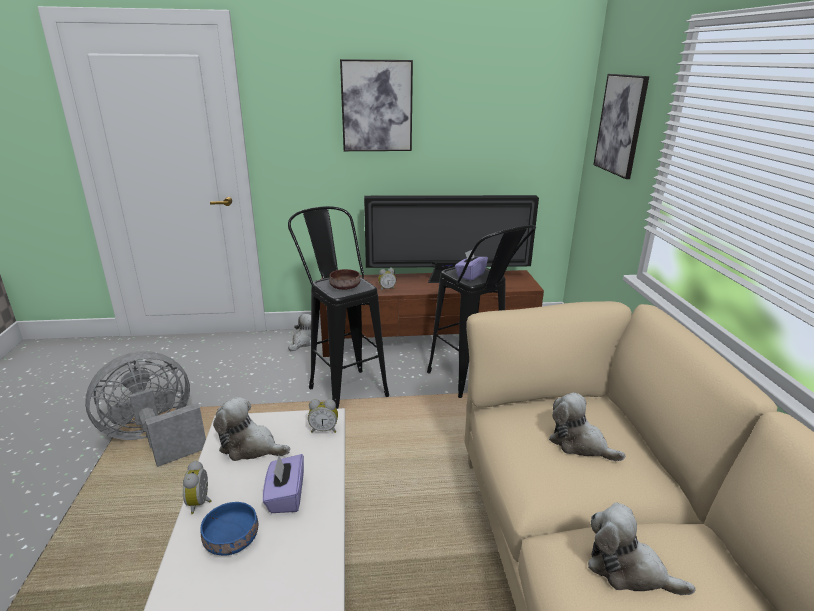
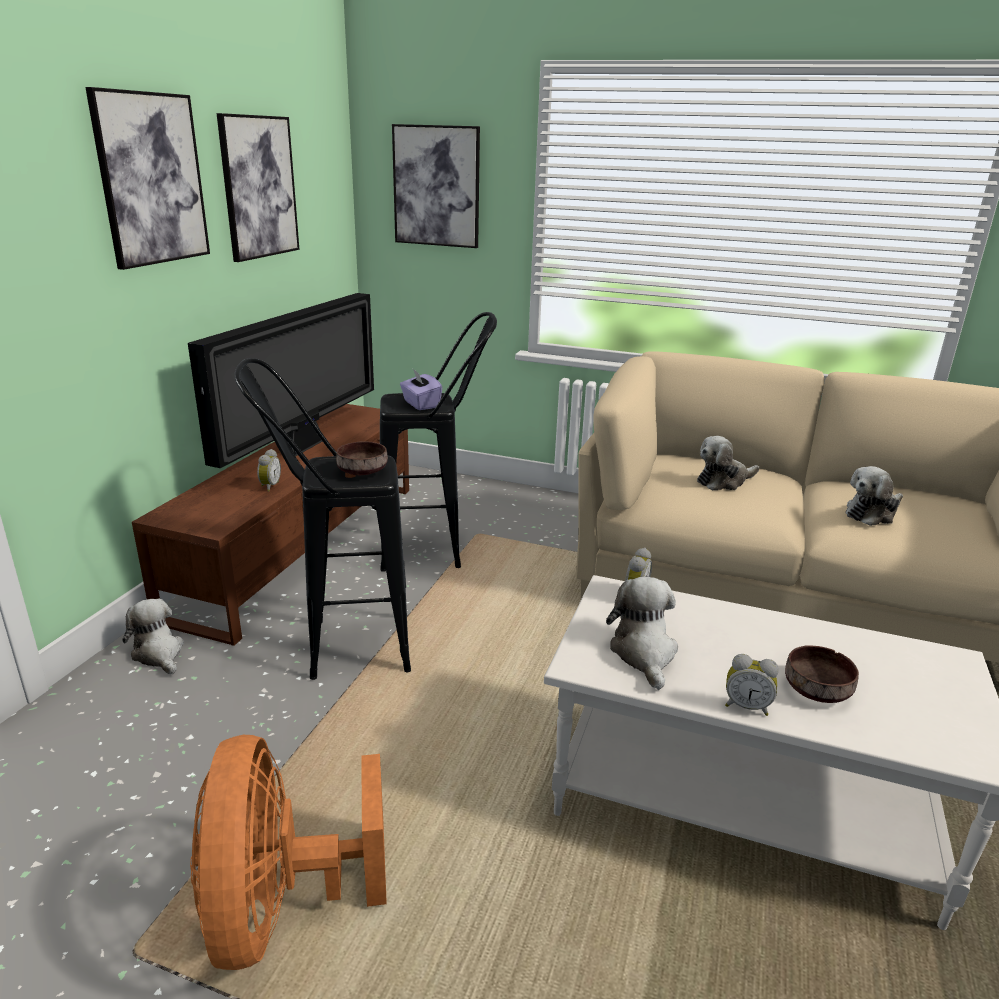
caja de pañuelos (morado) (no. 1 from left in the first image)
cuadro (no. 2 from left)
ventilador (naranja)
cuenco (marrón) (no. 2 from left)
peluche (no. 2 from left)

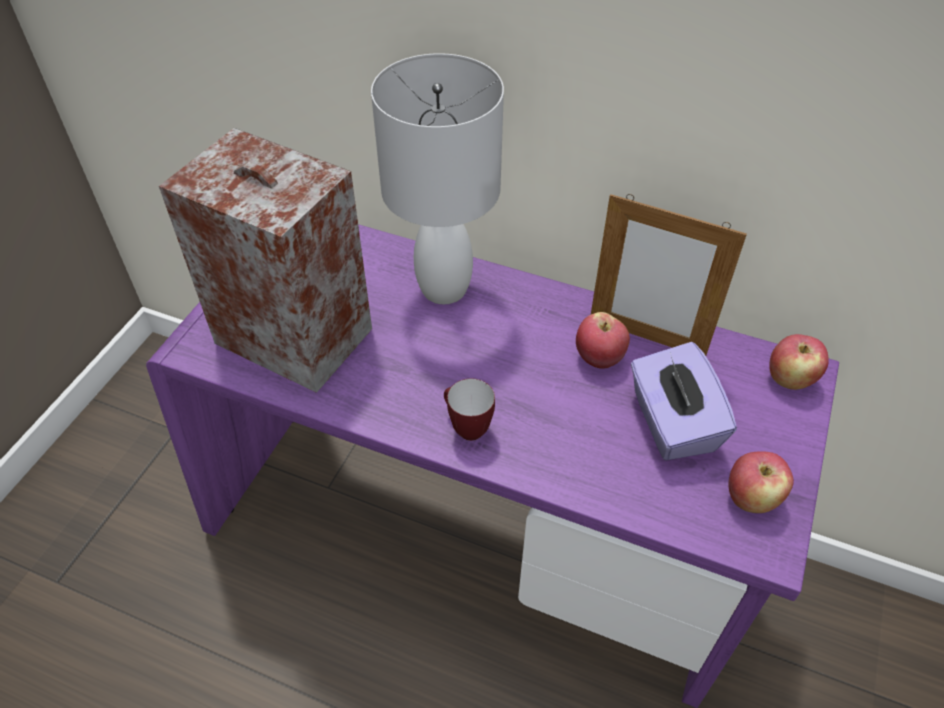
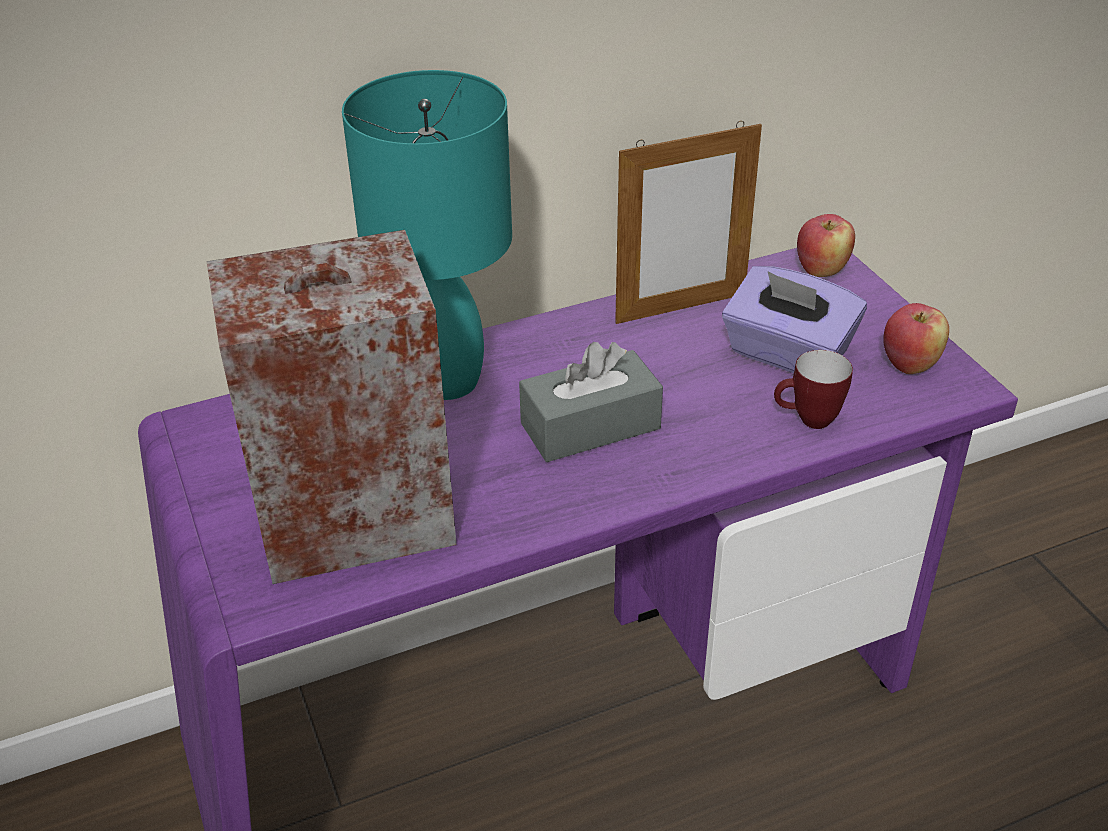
manzana (no. 1 from left in the first image)
caja de pañuelos (gris)
taza grande
lámpara de mesa (turquesa)

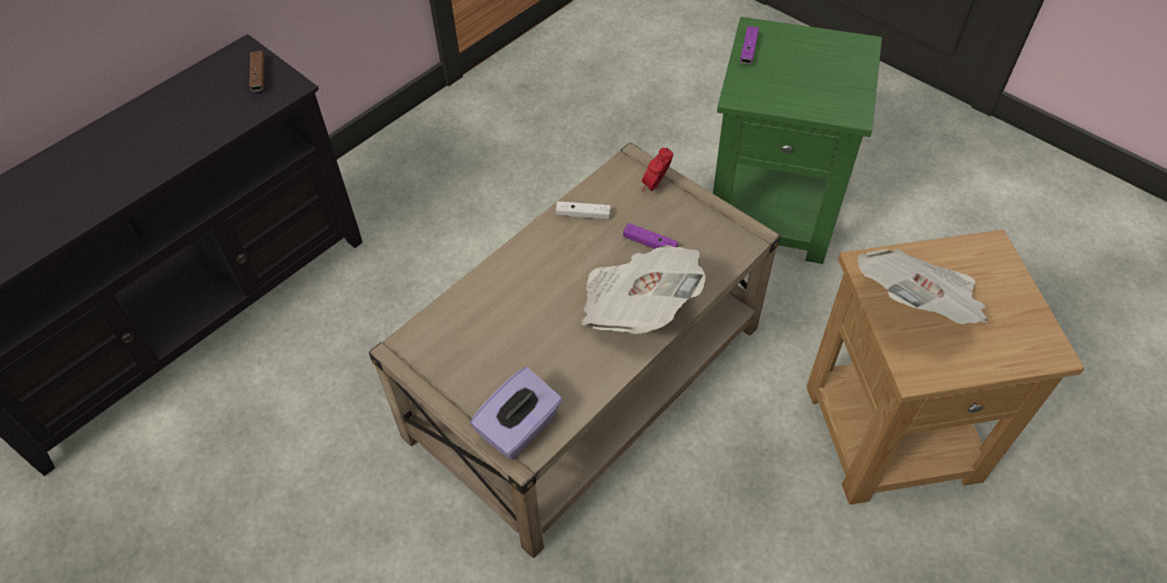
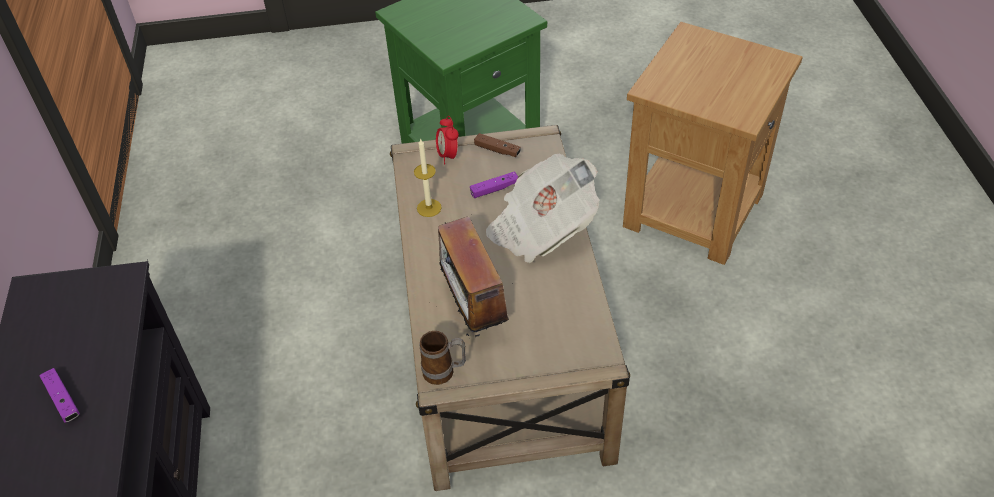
caja de pañuelos (morado)
periódico (no. 2 from left in the first image)
taza grande
radio
mando de consola (marrón)
mando de consola (morado) (no. 1 from left)
vela

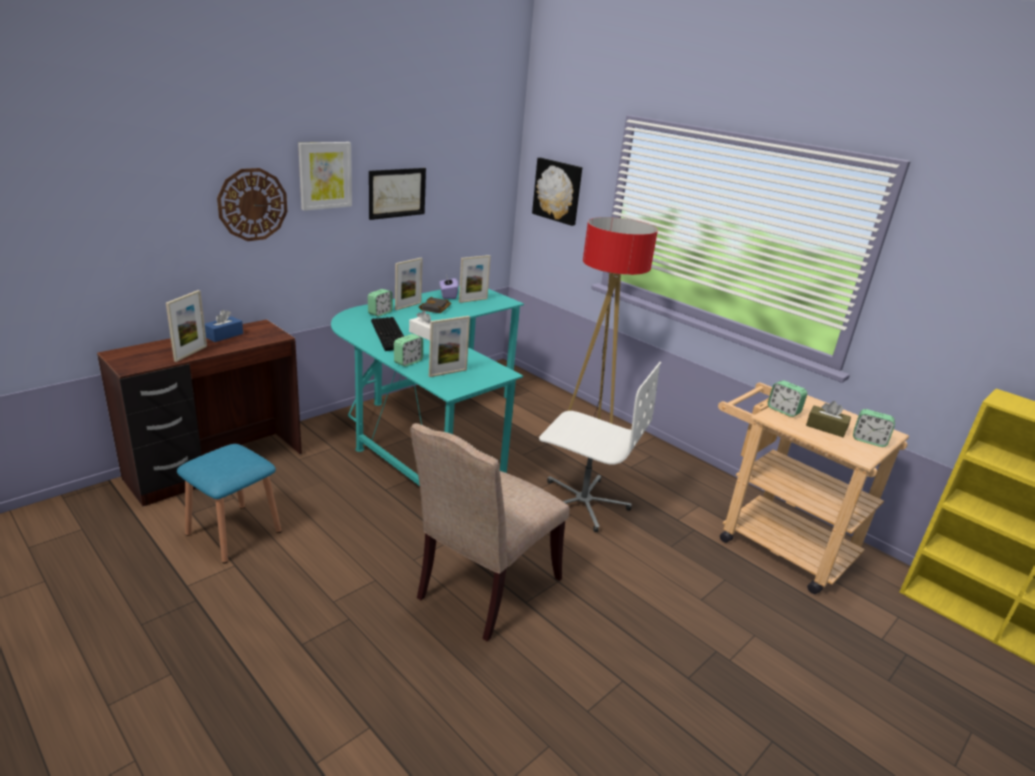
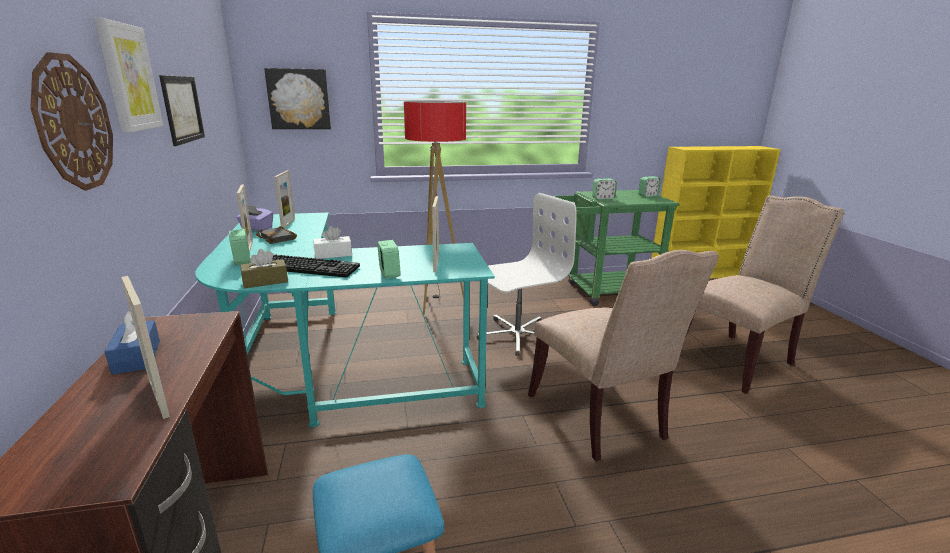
silla (beis) (no. 2 from left)
caja de pañuelos (marrón)
carrito (verde)

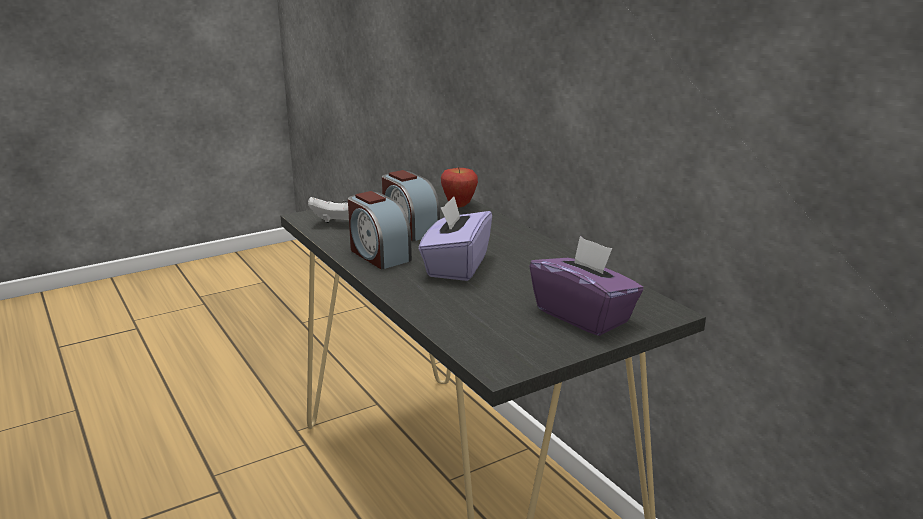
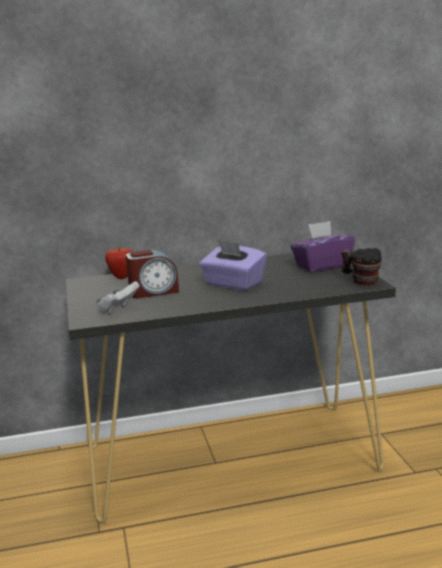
despertador (no. 1 from left in the first image)
taza grande

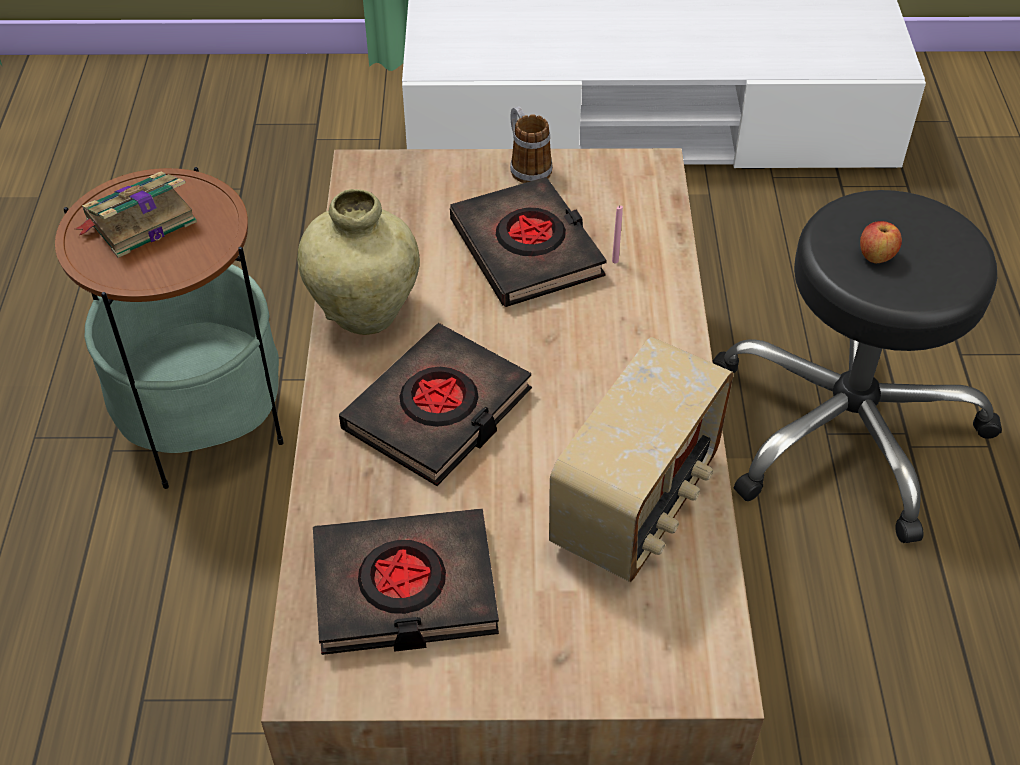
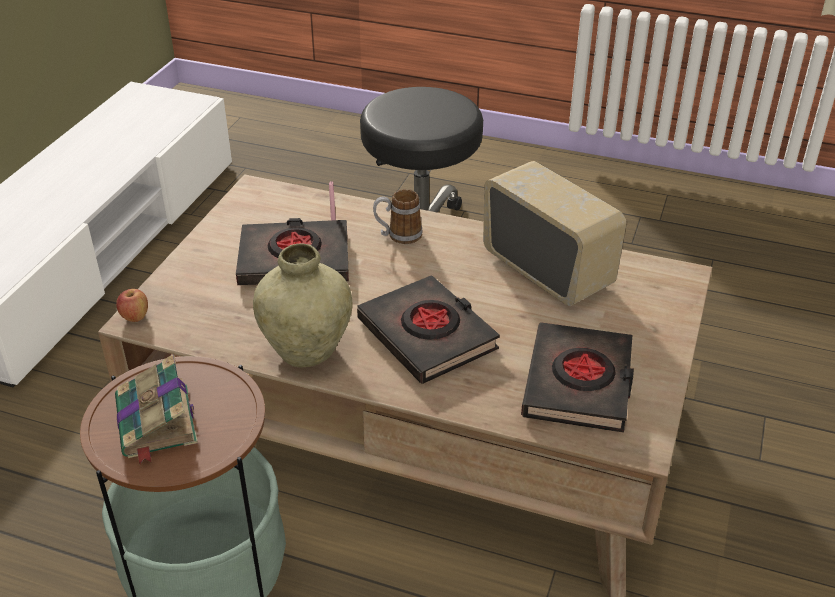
taza grande
manzana

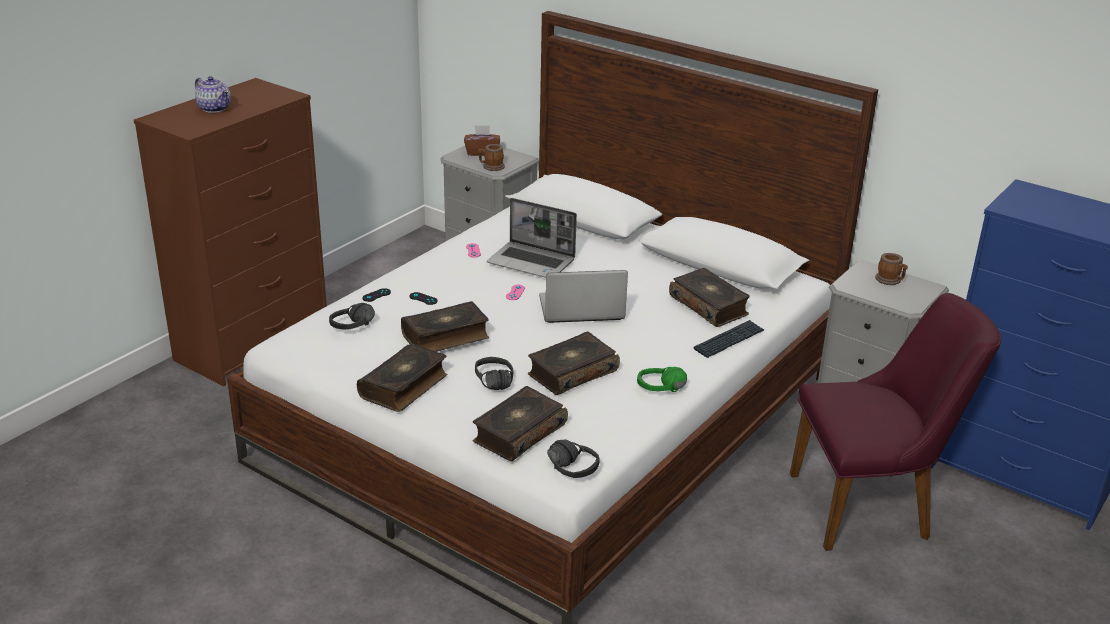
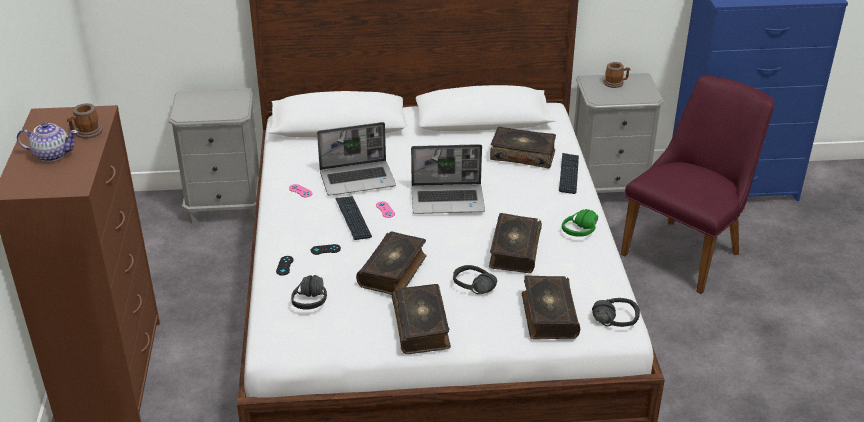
caja de pañuelos (marrón)
teclado (no. 1 from left)
taza grande (no. 1 from left)
portátil (no. 2 from left)

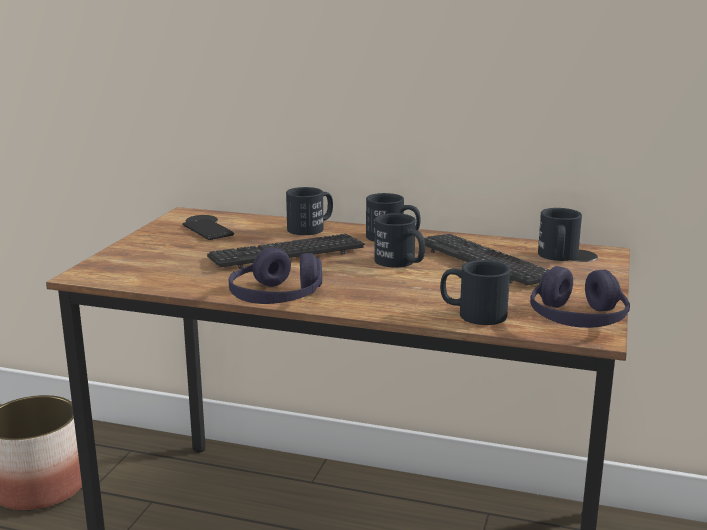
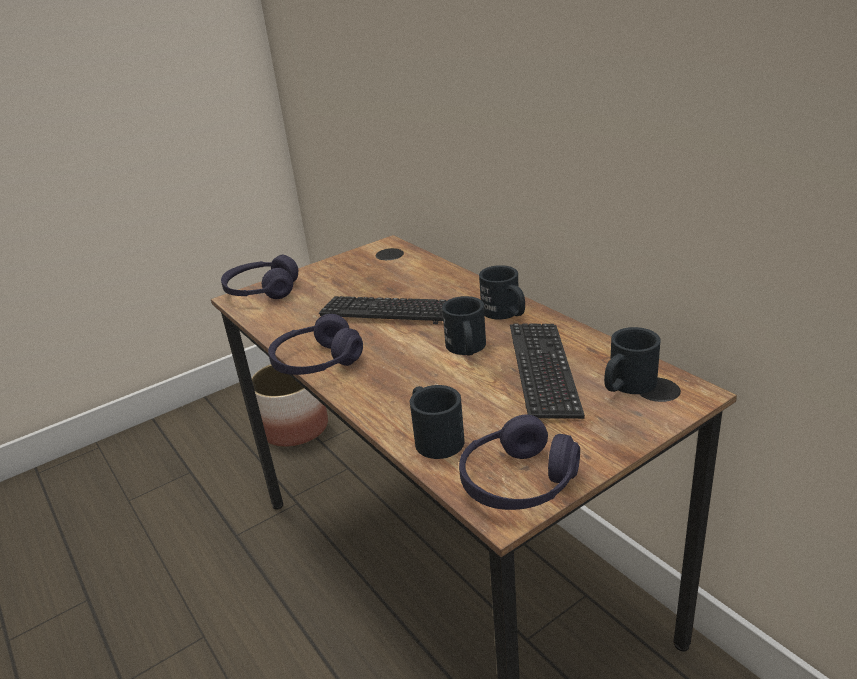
móvil
taza grande (negro) (no. 1 from left in the first image)
auriculares (morado) (no. 1 from left)

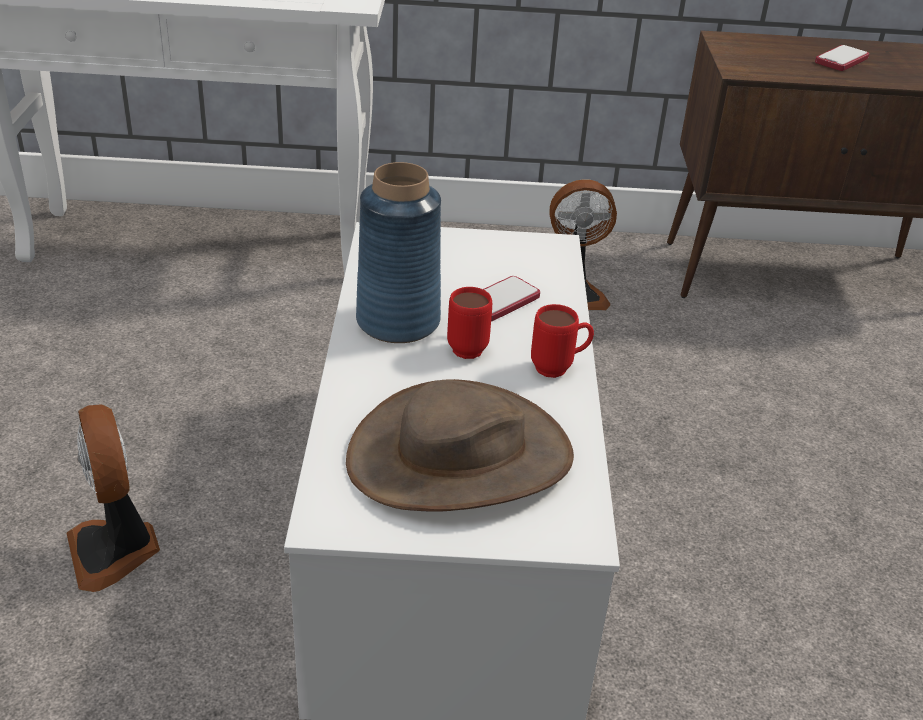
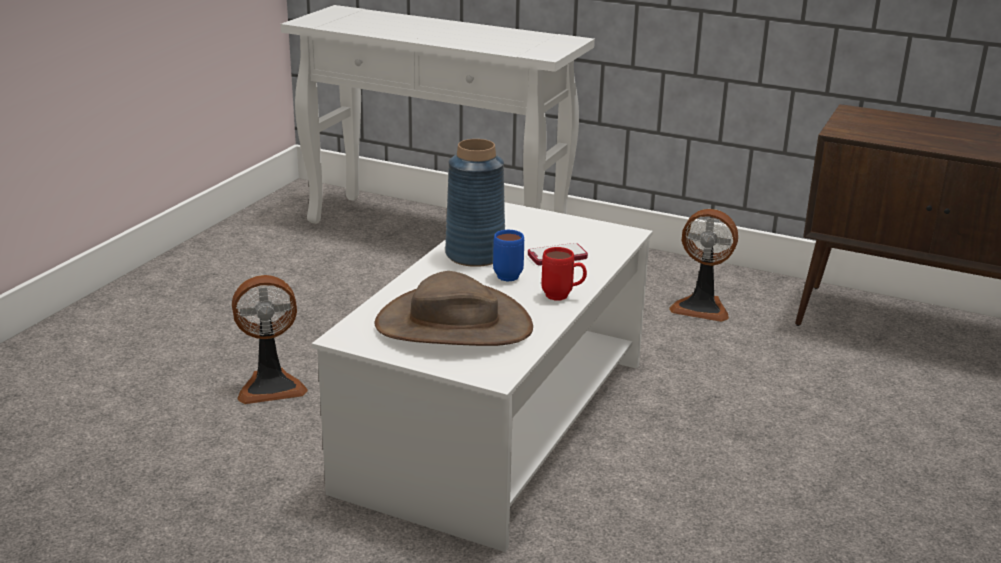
móvil (no. 2 from left in the first image)
taza grande (azul)
ventilador (no. 1 from left)

